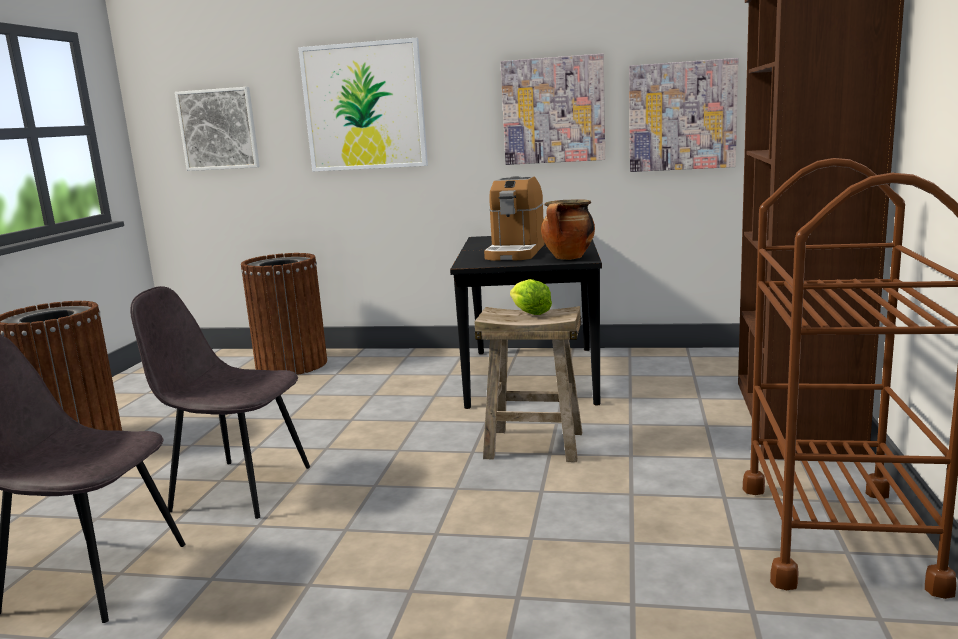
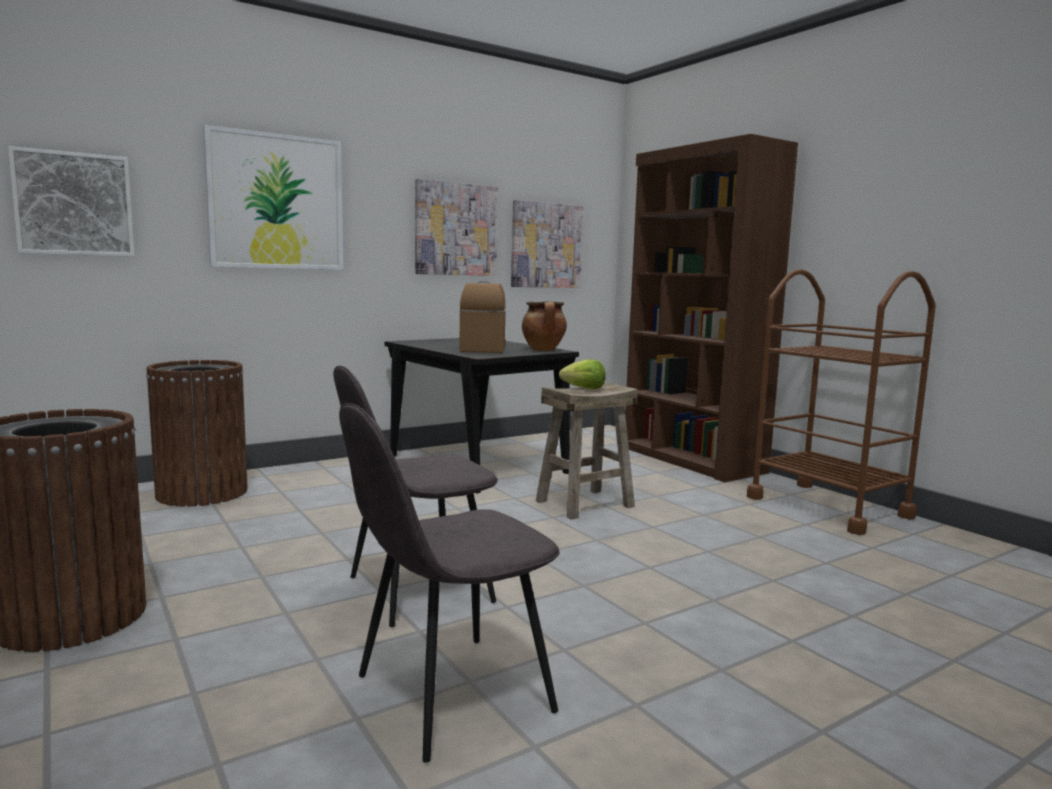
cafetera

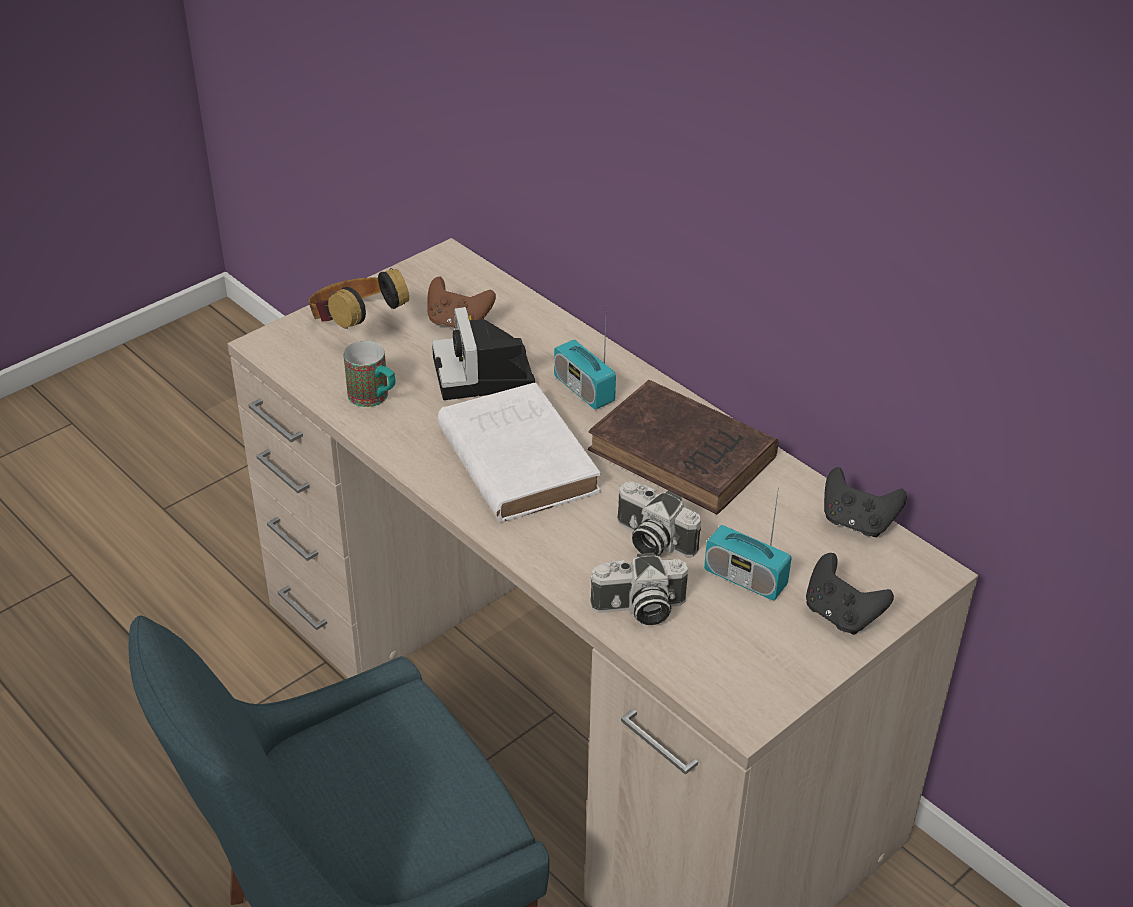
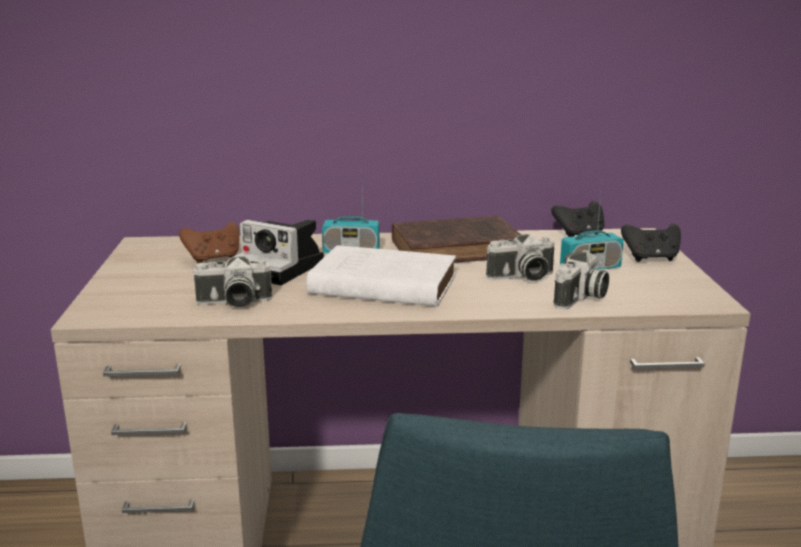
auriculares
cámara (no. 1 from left)

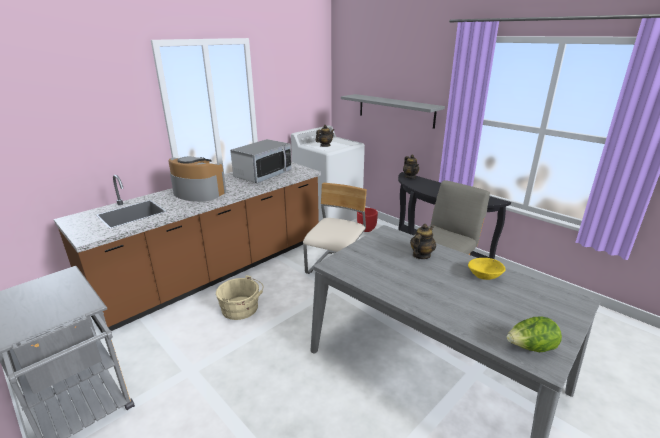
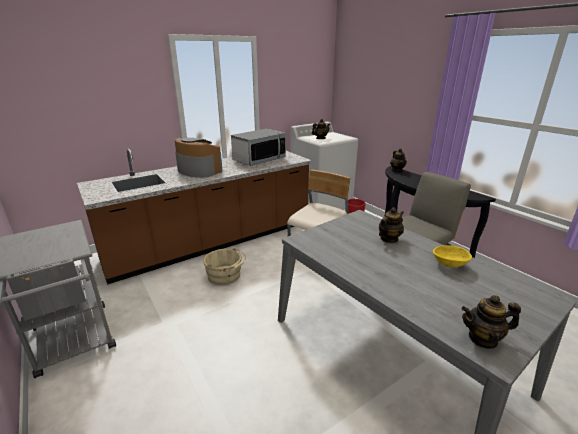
estante (gris)
tetera (no. 4 from left)

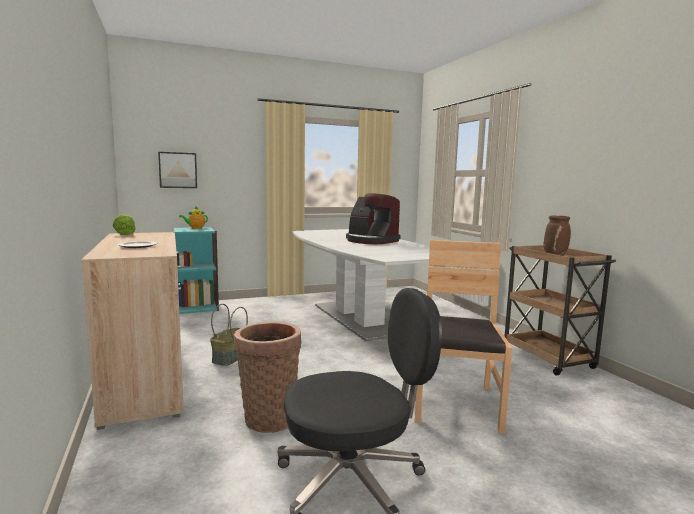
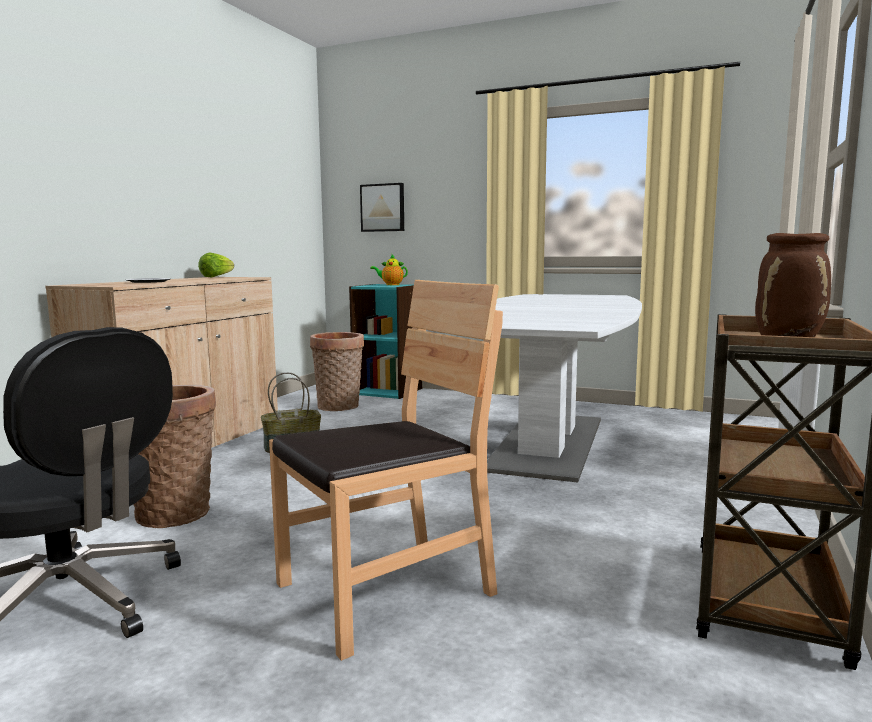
cafetera
cesta (no. 3 from left)

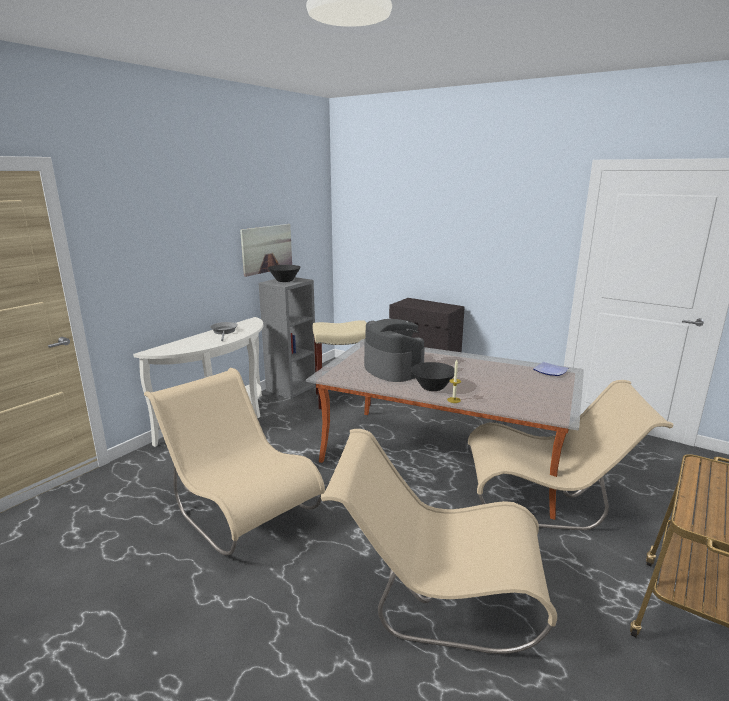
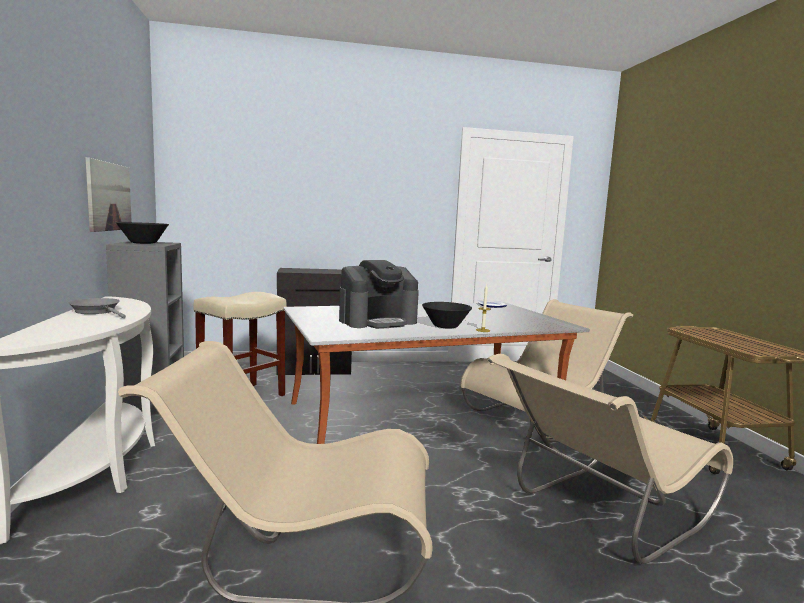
cafetera

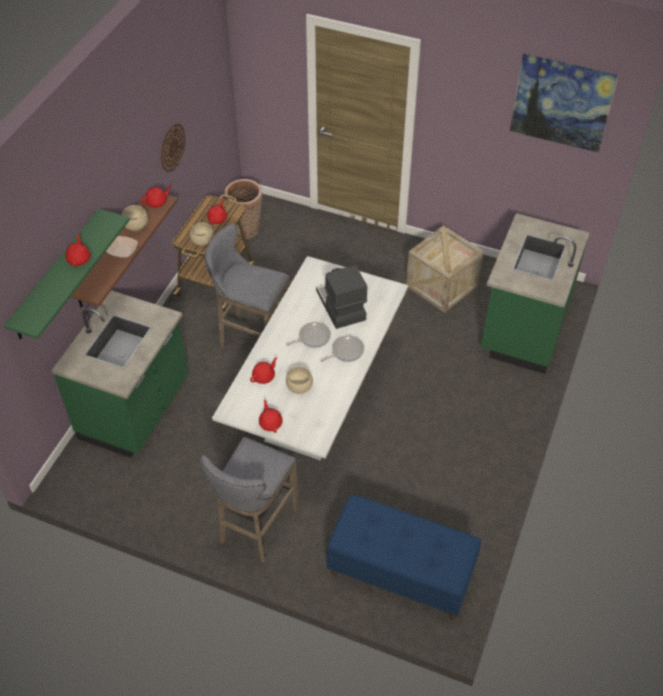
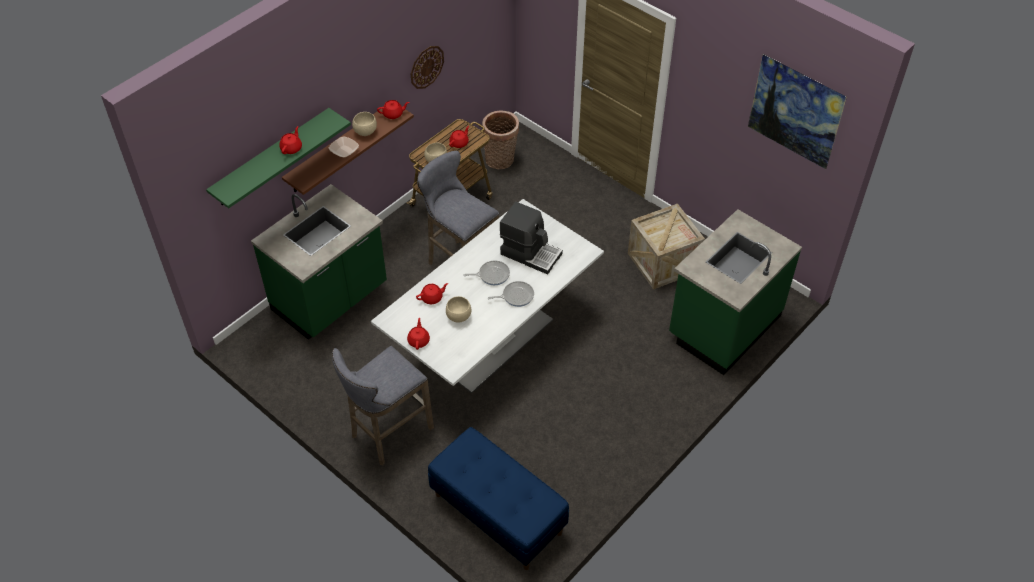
cafetera

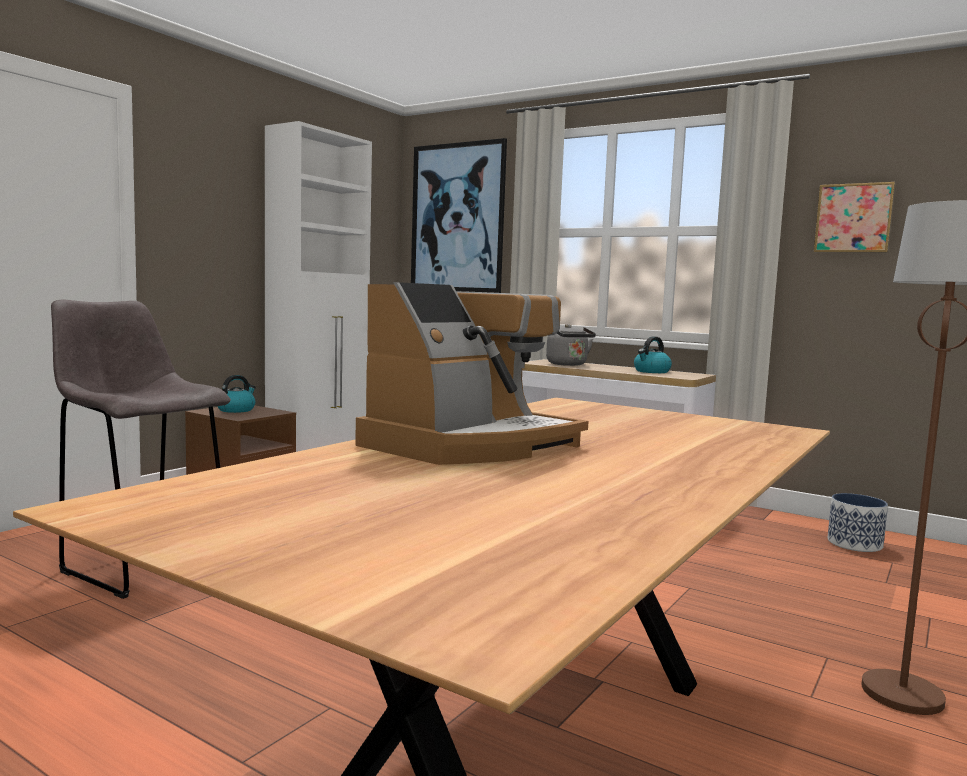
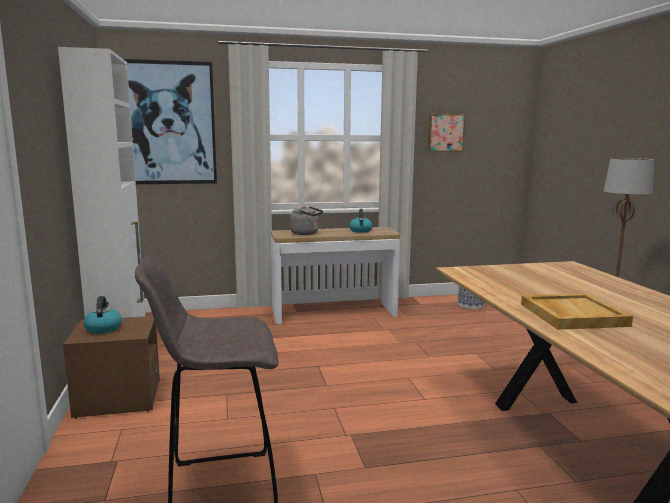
bandeja (beis)

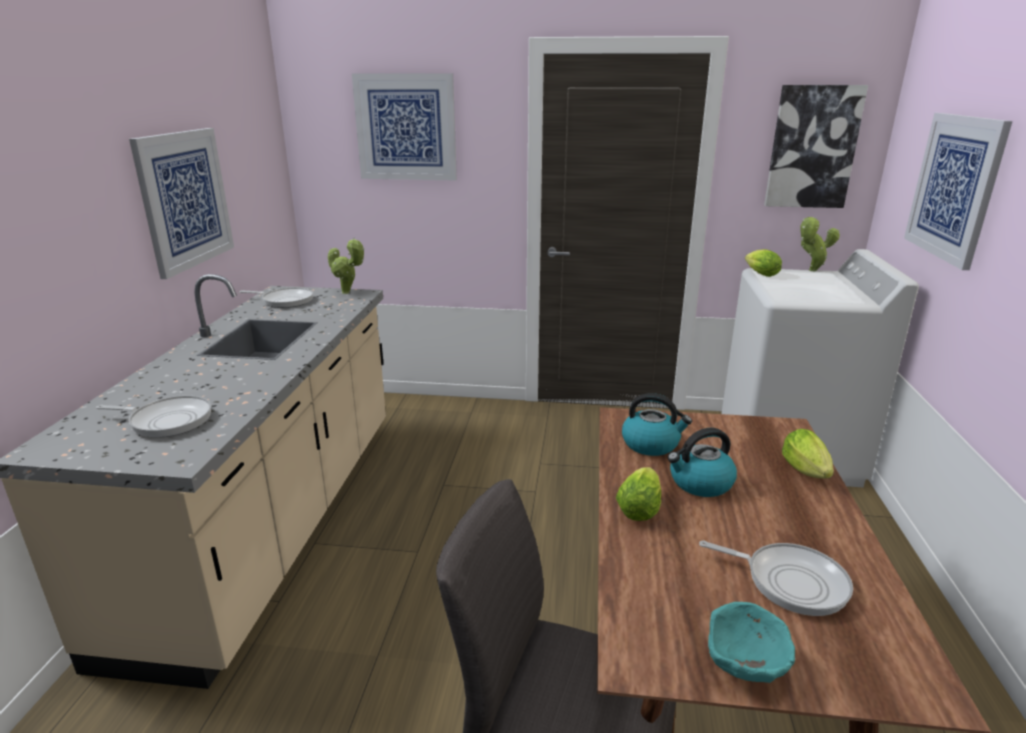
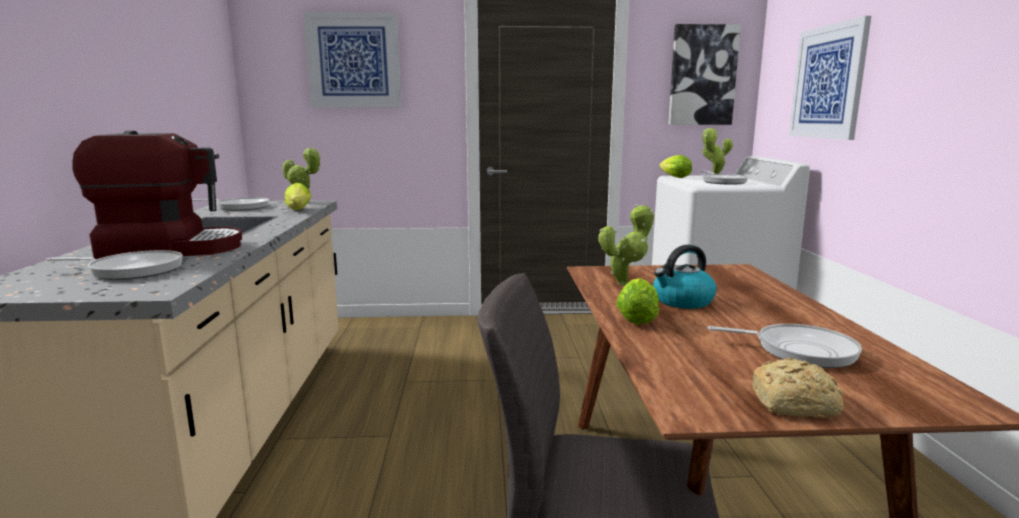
cuadro (no. 1 from left in the first image)
cafetera
sartén (no. 3 from left)
lechuga (no. 1 from left)
planta en maceta (no. 2 from left)
pan

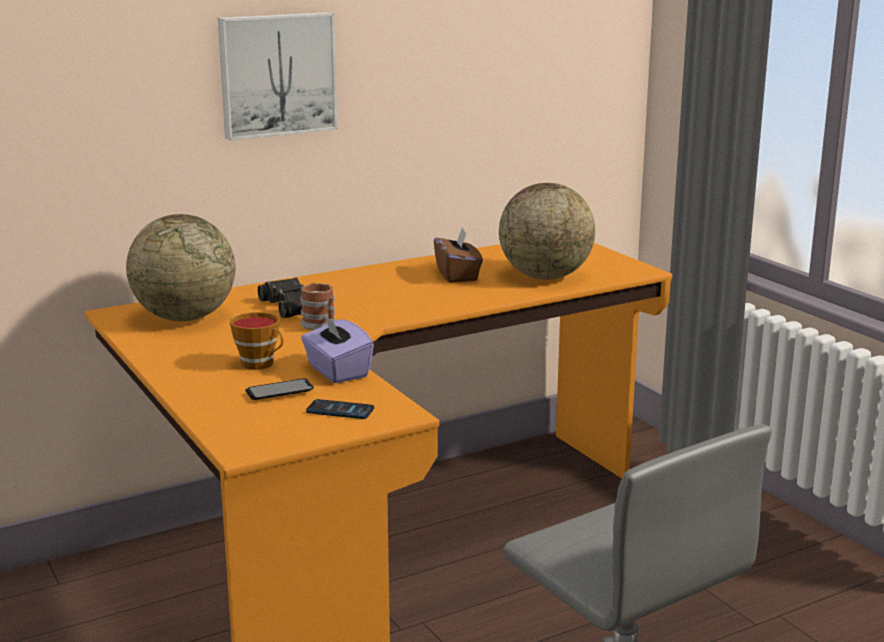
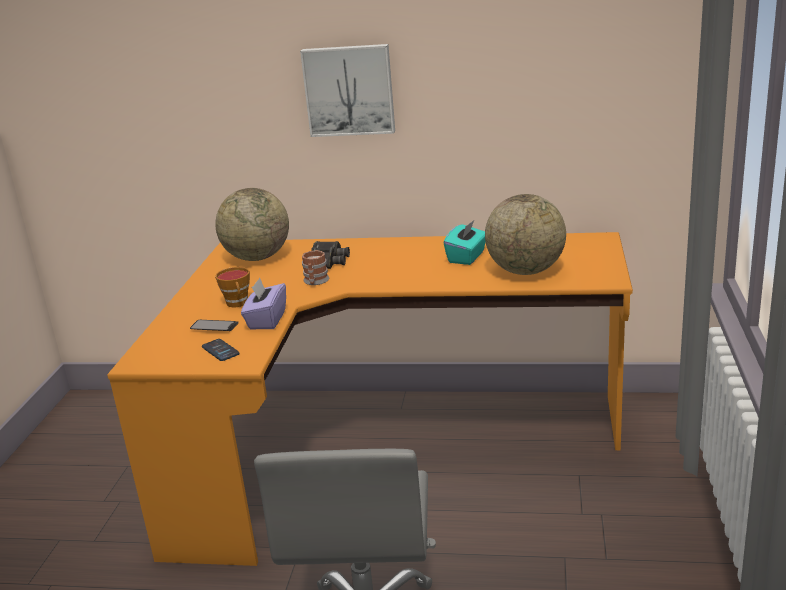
caja de pañuelos (turquesa)

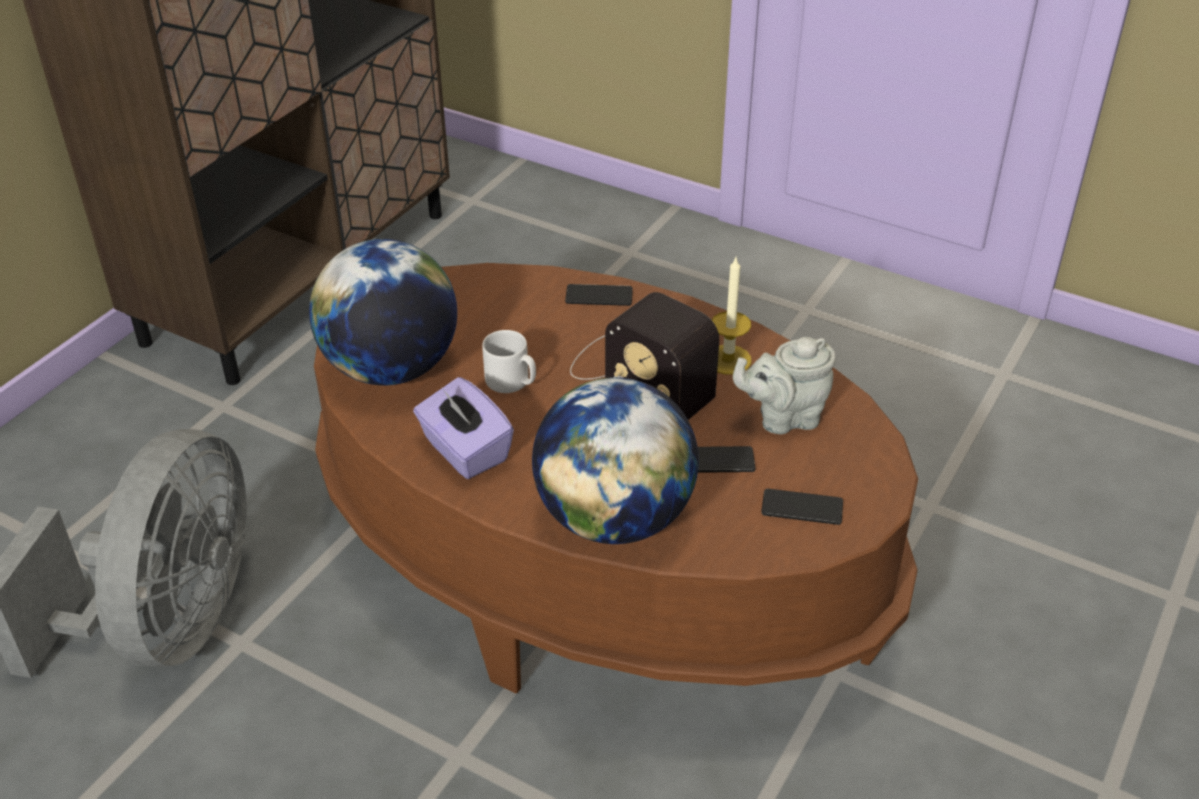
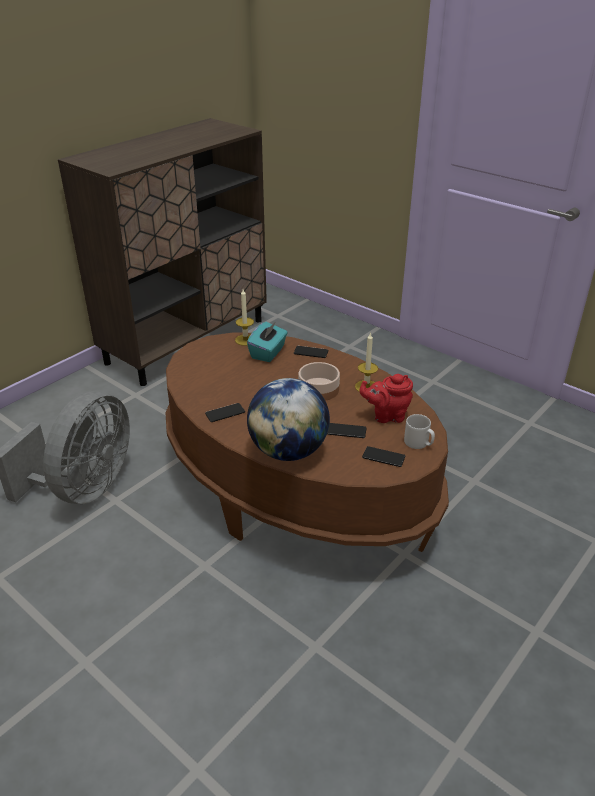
globo terráqueo (no. 1 from left in the first image)
vela (no. 1 from left)
caja de pañuelos (turquesa)
taza grande (gris)
móvil (no. 1 from left)
cuenco
tetera (rojo)

